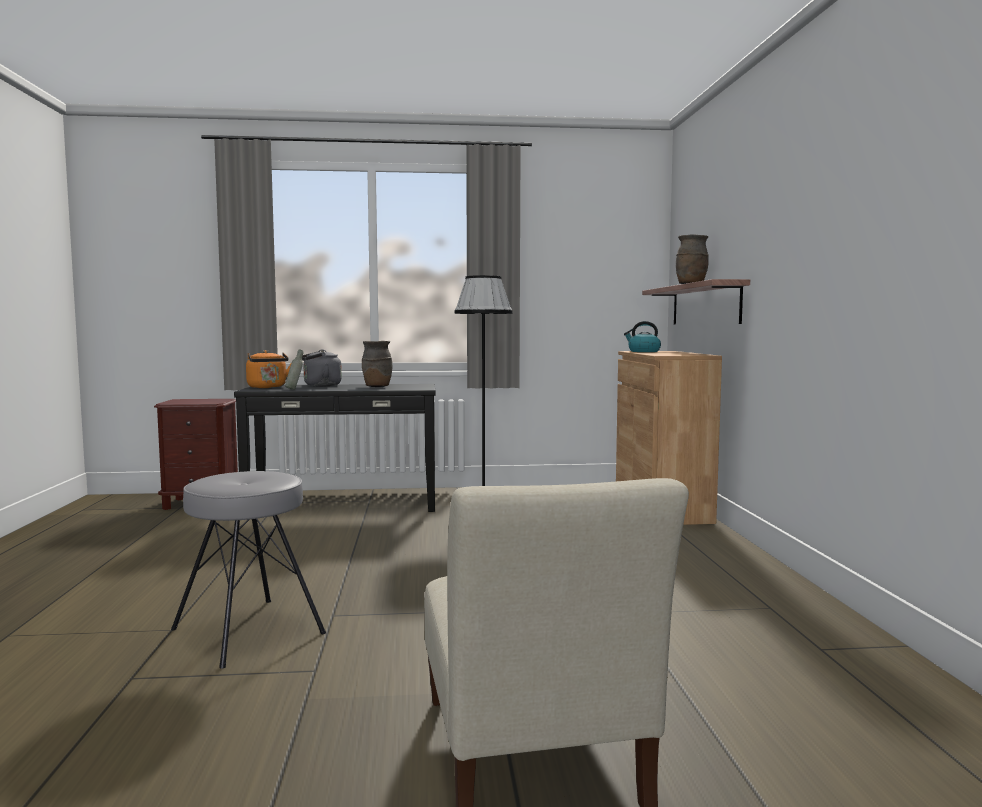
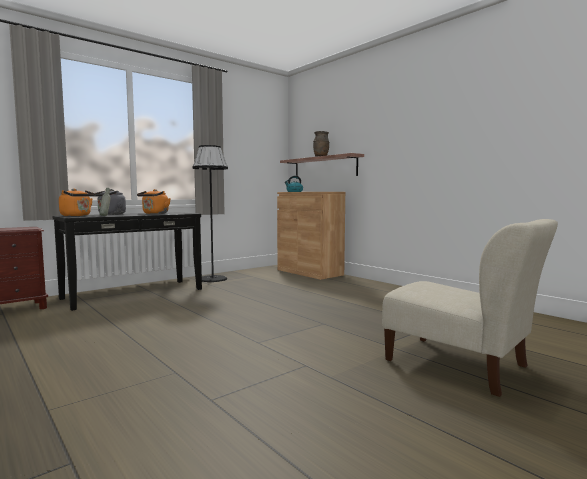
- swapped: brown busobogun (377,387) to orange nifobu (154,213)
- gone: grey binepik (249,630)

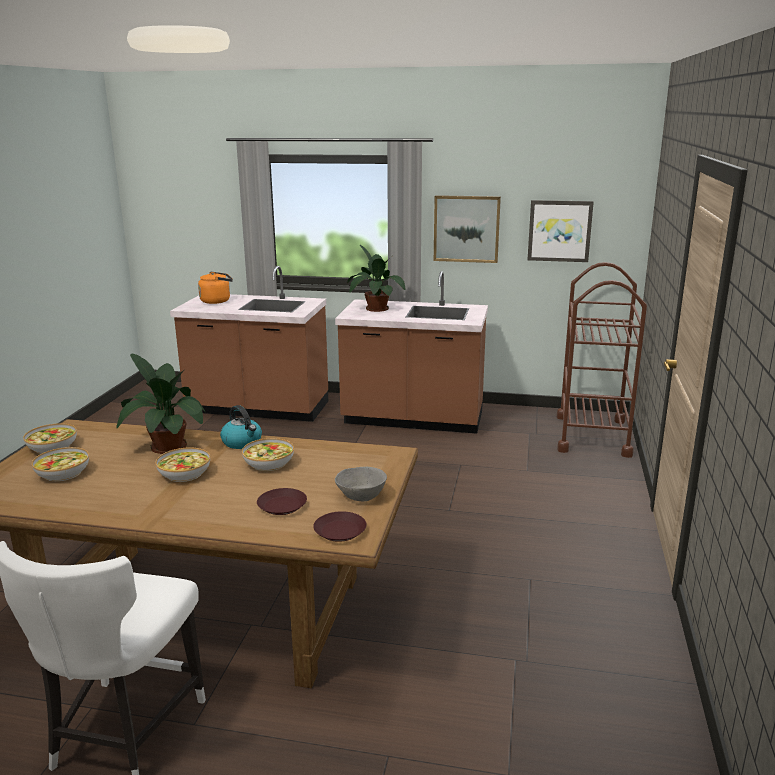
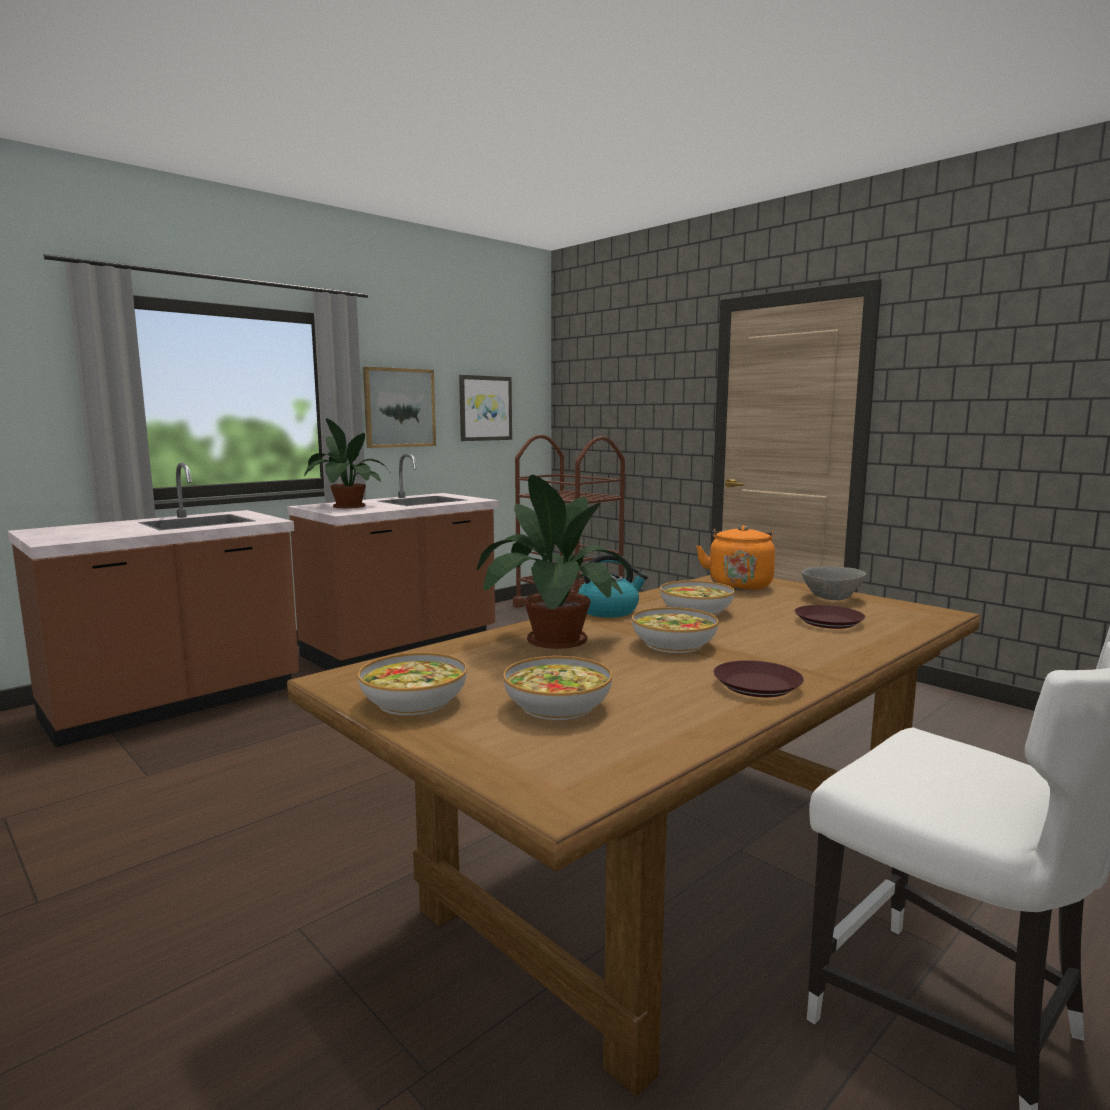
- shifted: orange nifobu (217,301) to (739,584)
- shifted: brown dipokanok (340,531) to (757,685)

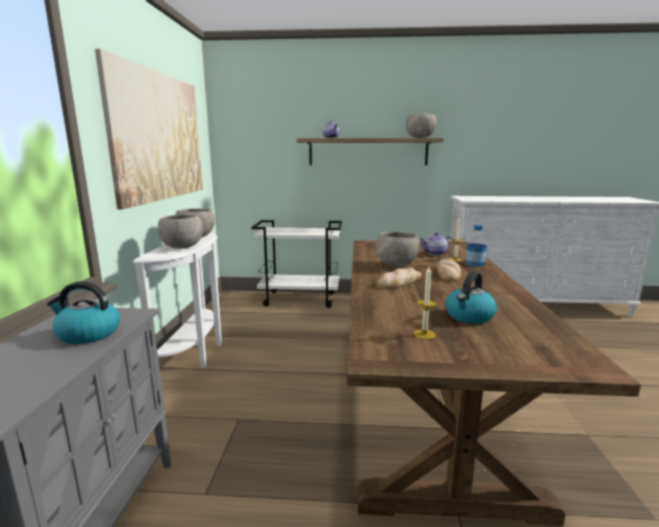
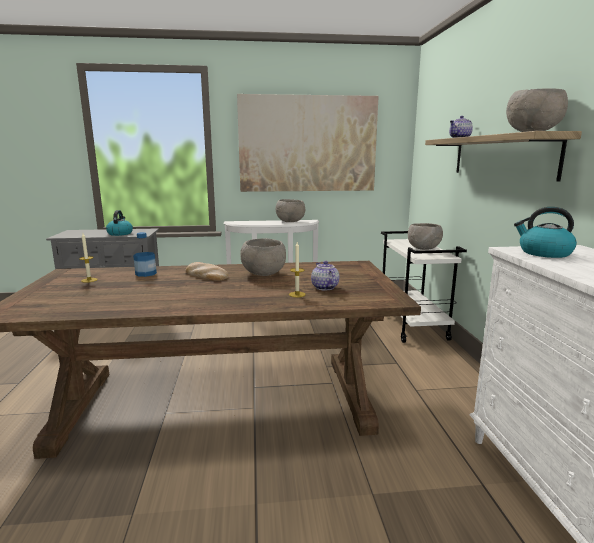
- shifted: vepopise (474,264) to (146,273)
- shifted: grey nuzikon (182,247) to (424,249)
- shifted: nifobu (469,316) to (544,253)
- gone: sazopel (448,273)

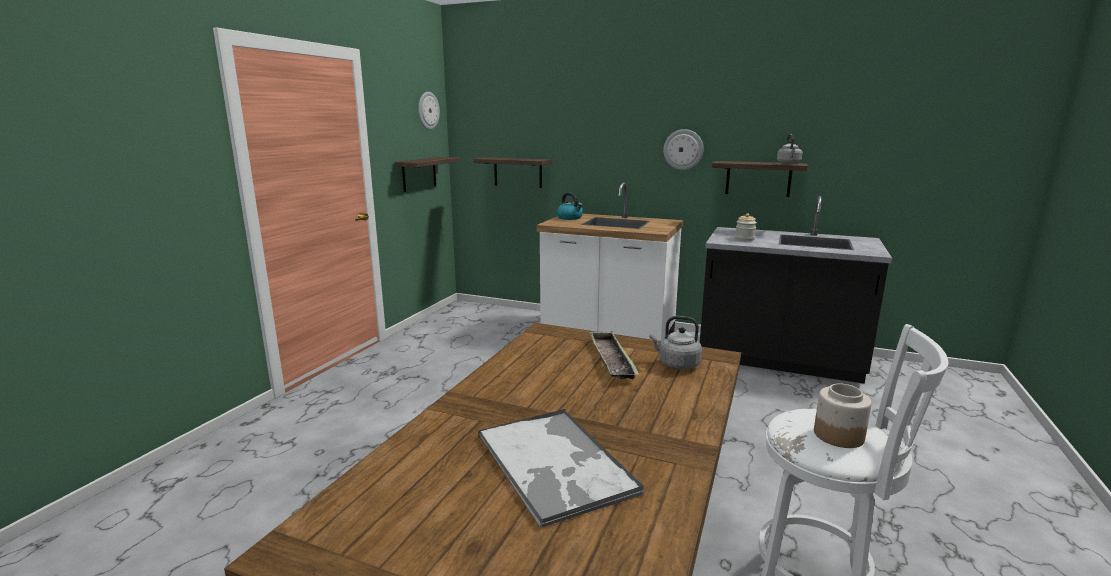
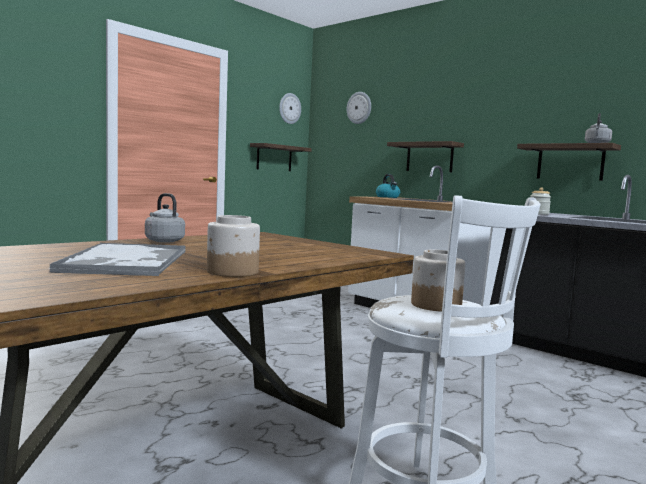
- shifted: grey nifobu (676,364) to (163,241)
- new: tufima (232,272)
- shifted: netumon (683,149) to (359,108)
- shifted: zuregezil (518,172) to (429,157)
- gone: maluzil (611,359)

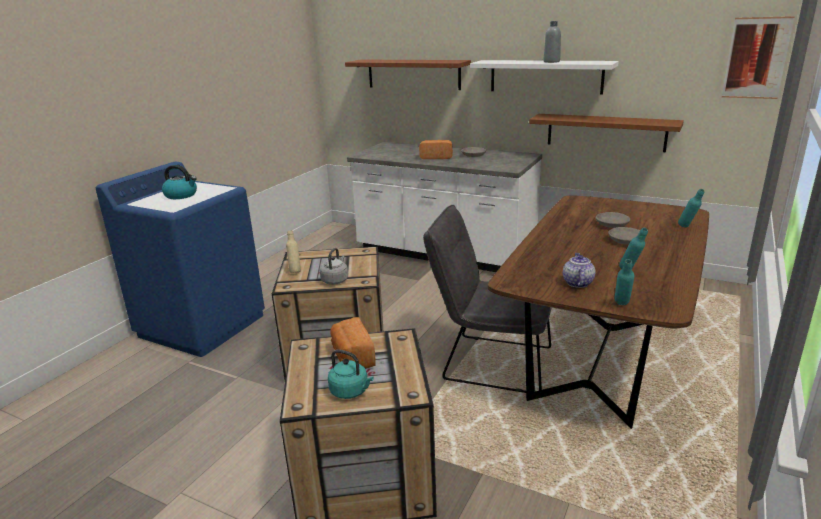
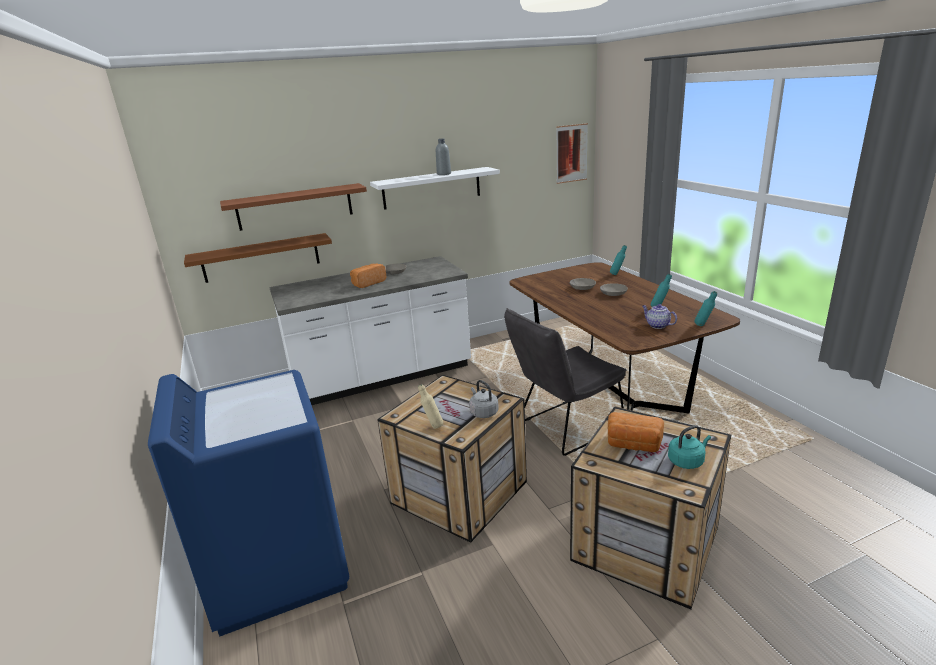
- shifted: brown zuregezil (605,132) to (261,258)
- gone: nifobu (181,195)

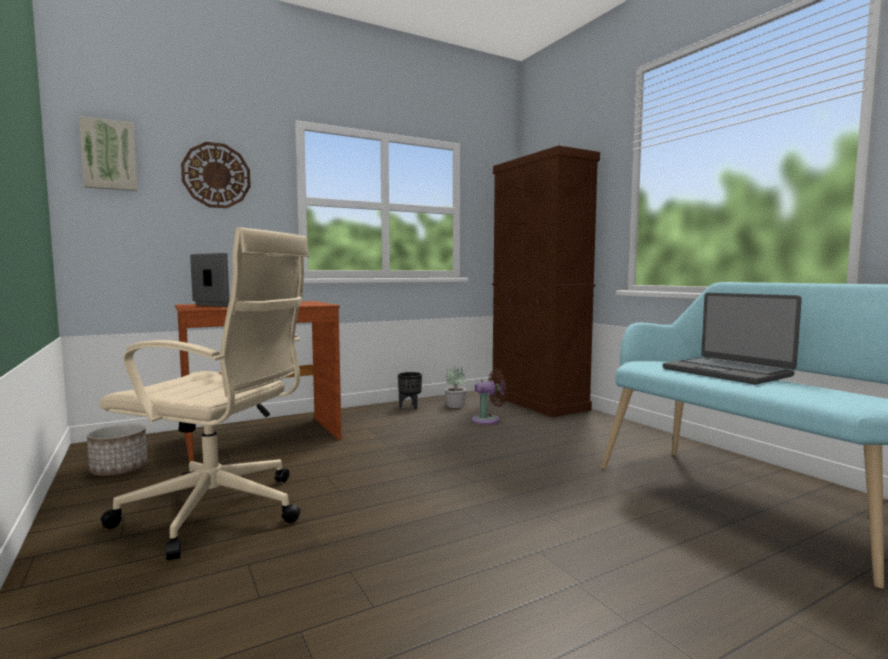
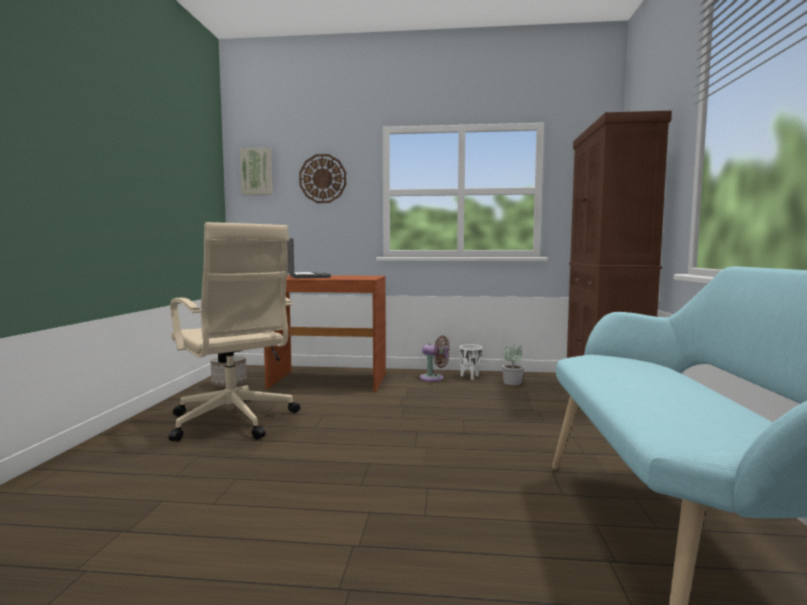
- shifted: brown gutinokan (488,420) to (434,378)
- repainted: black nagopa (410,407) to white nagopa (470,377)
- gone: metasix (727,372)

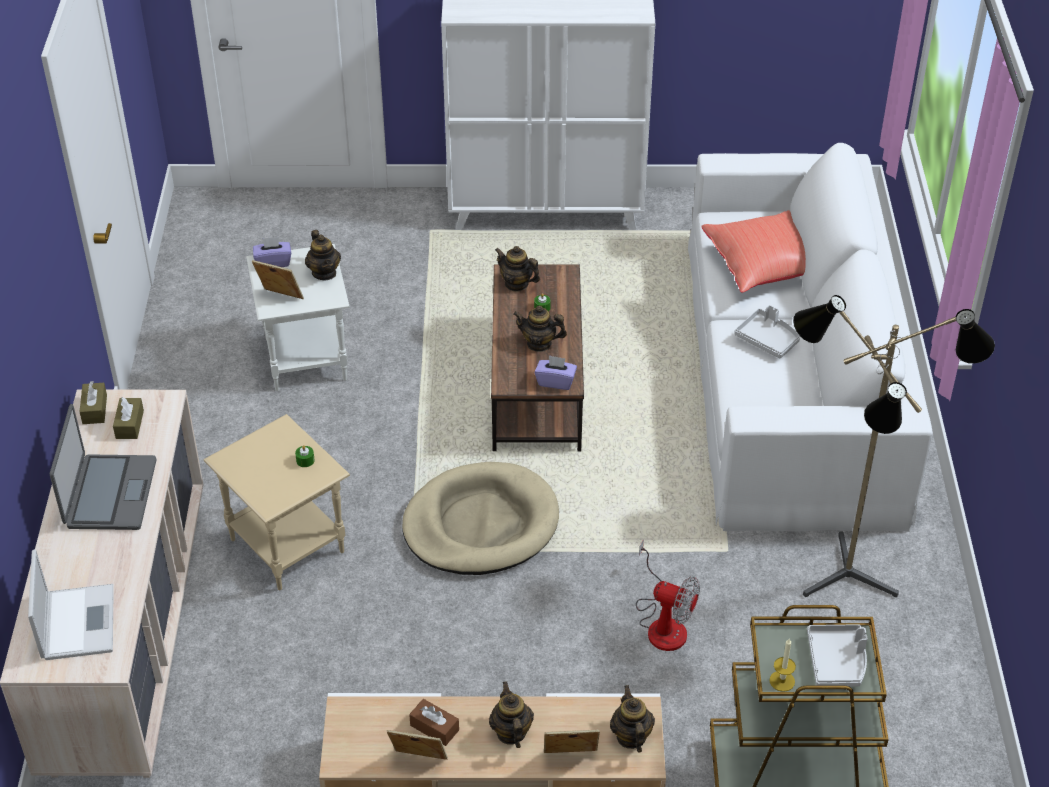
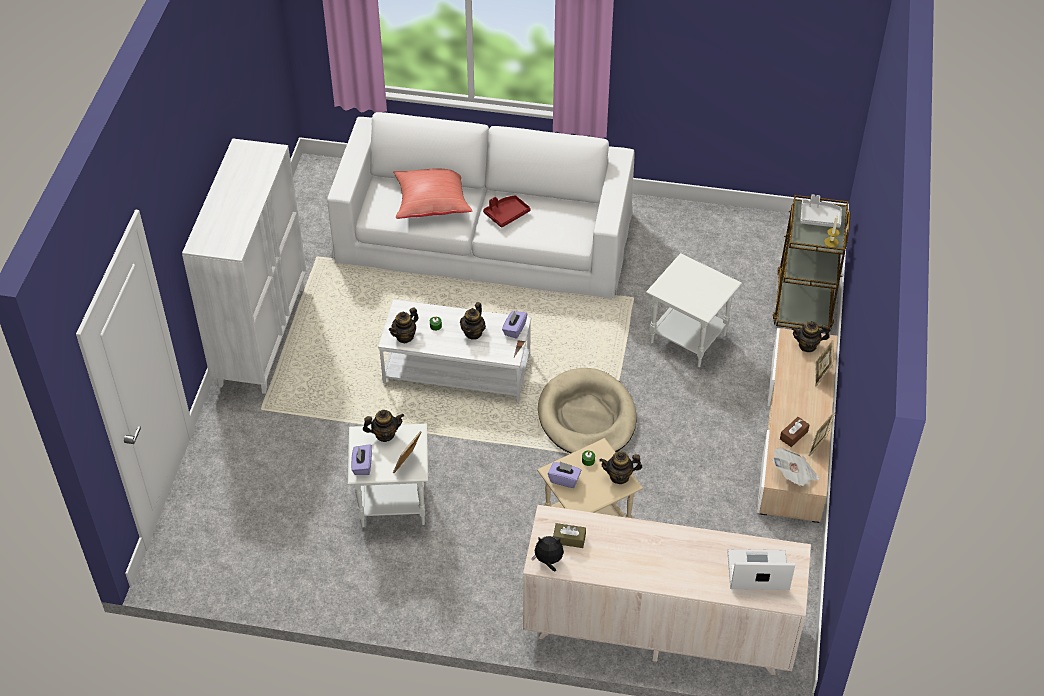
- repainted: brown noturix (537,384) to white noturix (457,368)
- repainted: grey maluzil (768,339) to red maluzil (506,214)
- swapped: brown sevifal (94,409) to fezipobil (548,561)
- new: purple sevifal (564,479)
- shifted: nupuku (511,732) to (619,476)
- swapped: gutinokan (663,623) to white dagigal (687,338)
- new: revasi (794,475)
- gone: metasix (109,494)
- gone: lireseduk (844,583)

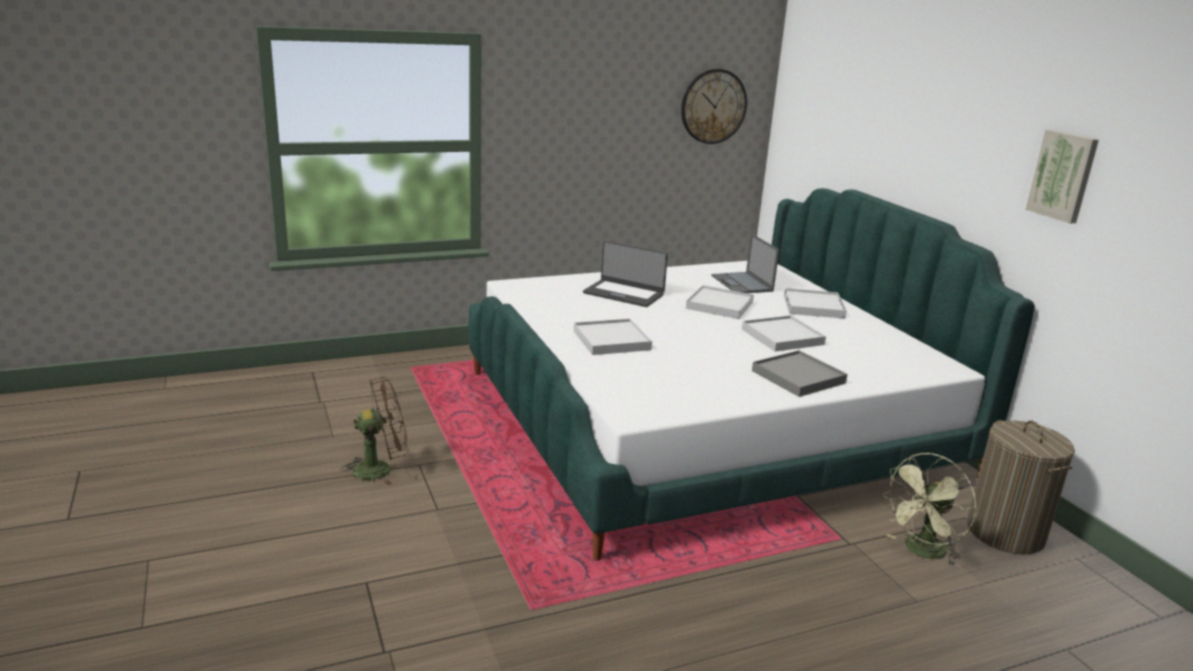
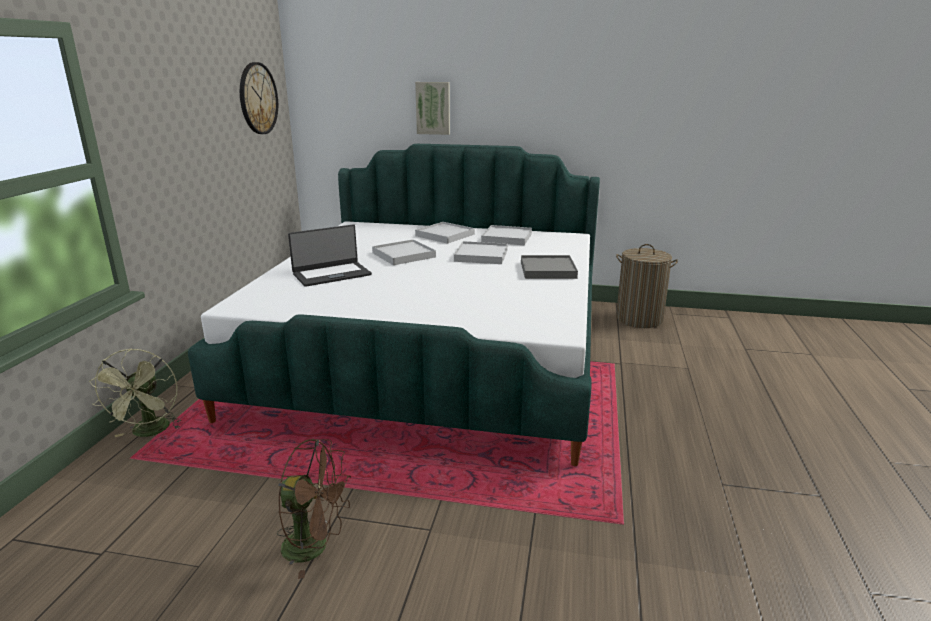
- shifted: green gutinokan (921,552) to (149,432)
- rotated: brown gutinokan (380,468) = (315,547) 90 degrees clockwise
- shifted: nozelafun (1063,175) to (433,108)
- shifted: white maluzil (612,340) to (507,238)
- gone: metasix (742,283)

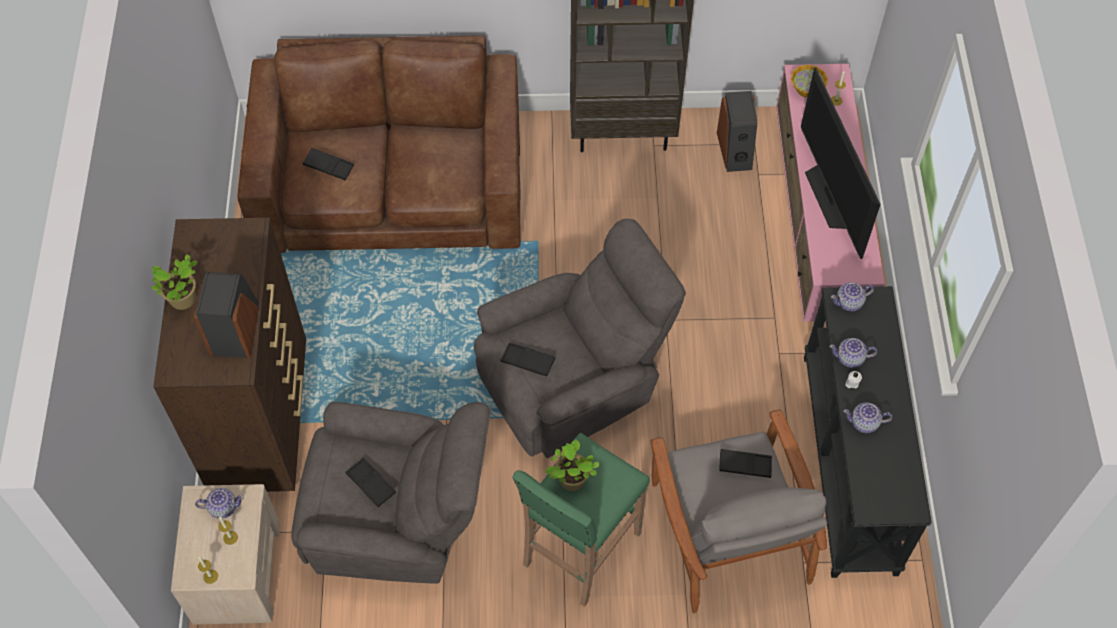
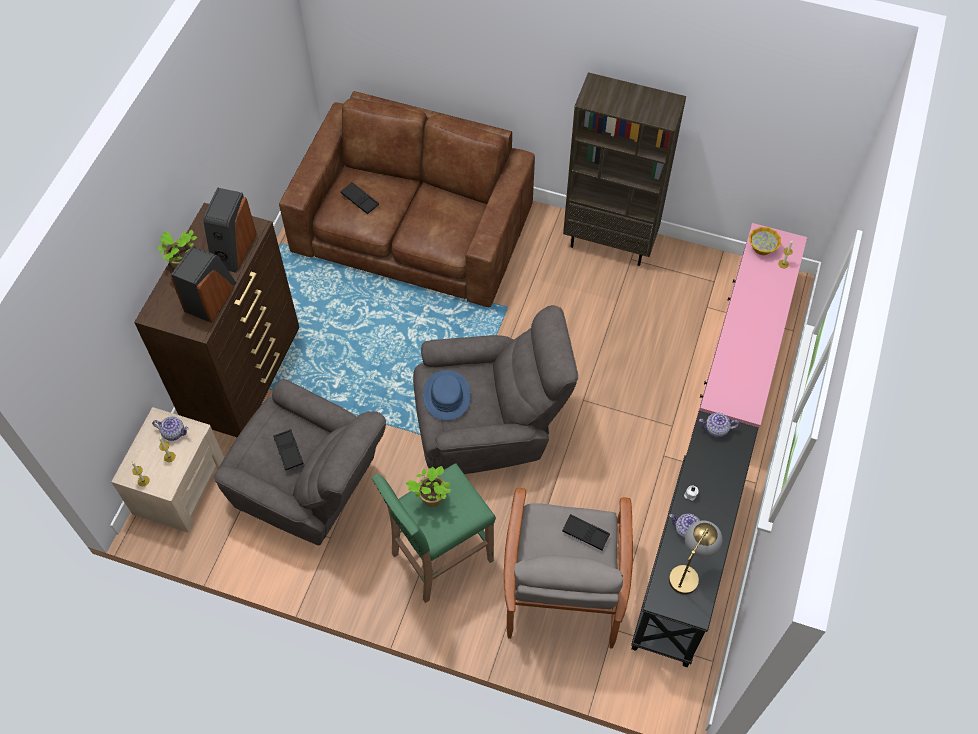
- shifted: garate (735,150) to (233,249)
- swapped: black maluzil (528,361) to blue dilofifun (446,396)
- new: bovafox (688,571)
- gone: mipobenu (831,197)
- gone: nupuku (850,358)

